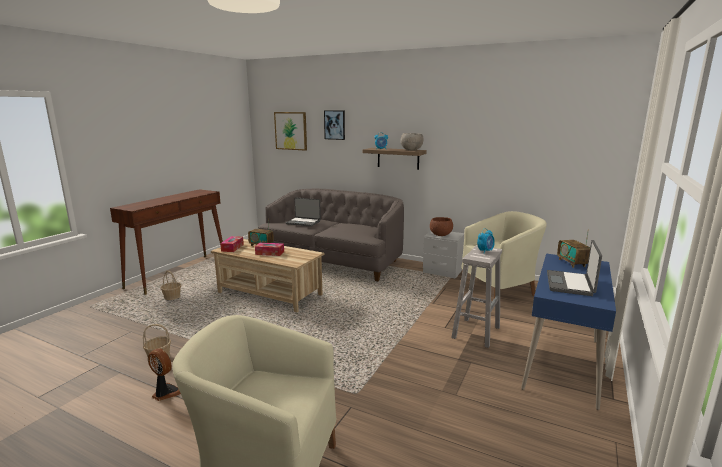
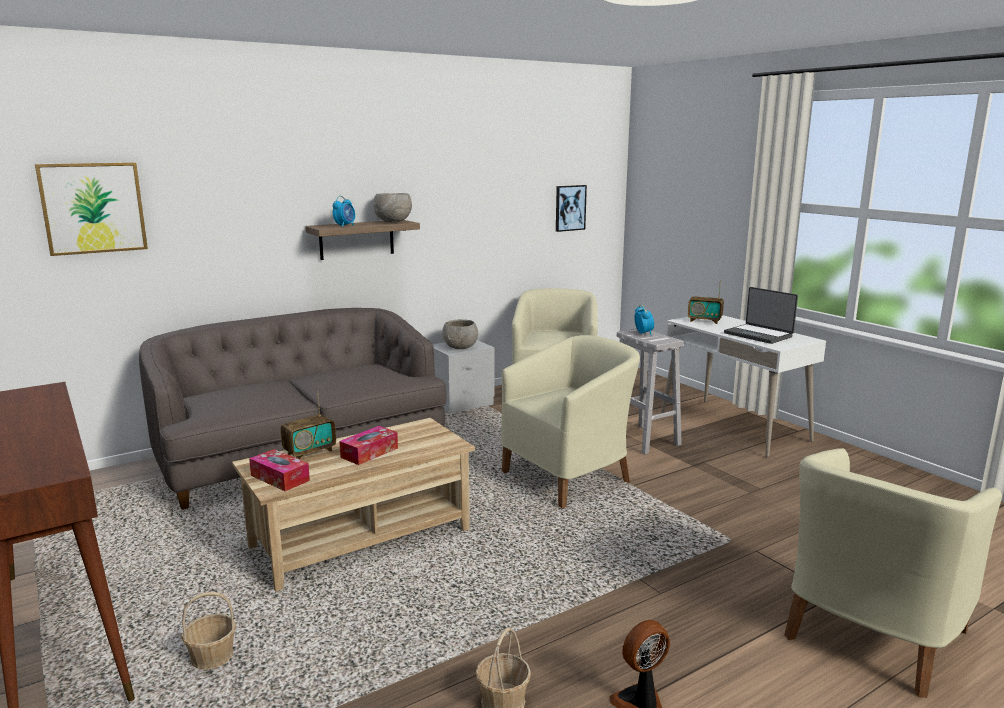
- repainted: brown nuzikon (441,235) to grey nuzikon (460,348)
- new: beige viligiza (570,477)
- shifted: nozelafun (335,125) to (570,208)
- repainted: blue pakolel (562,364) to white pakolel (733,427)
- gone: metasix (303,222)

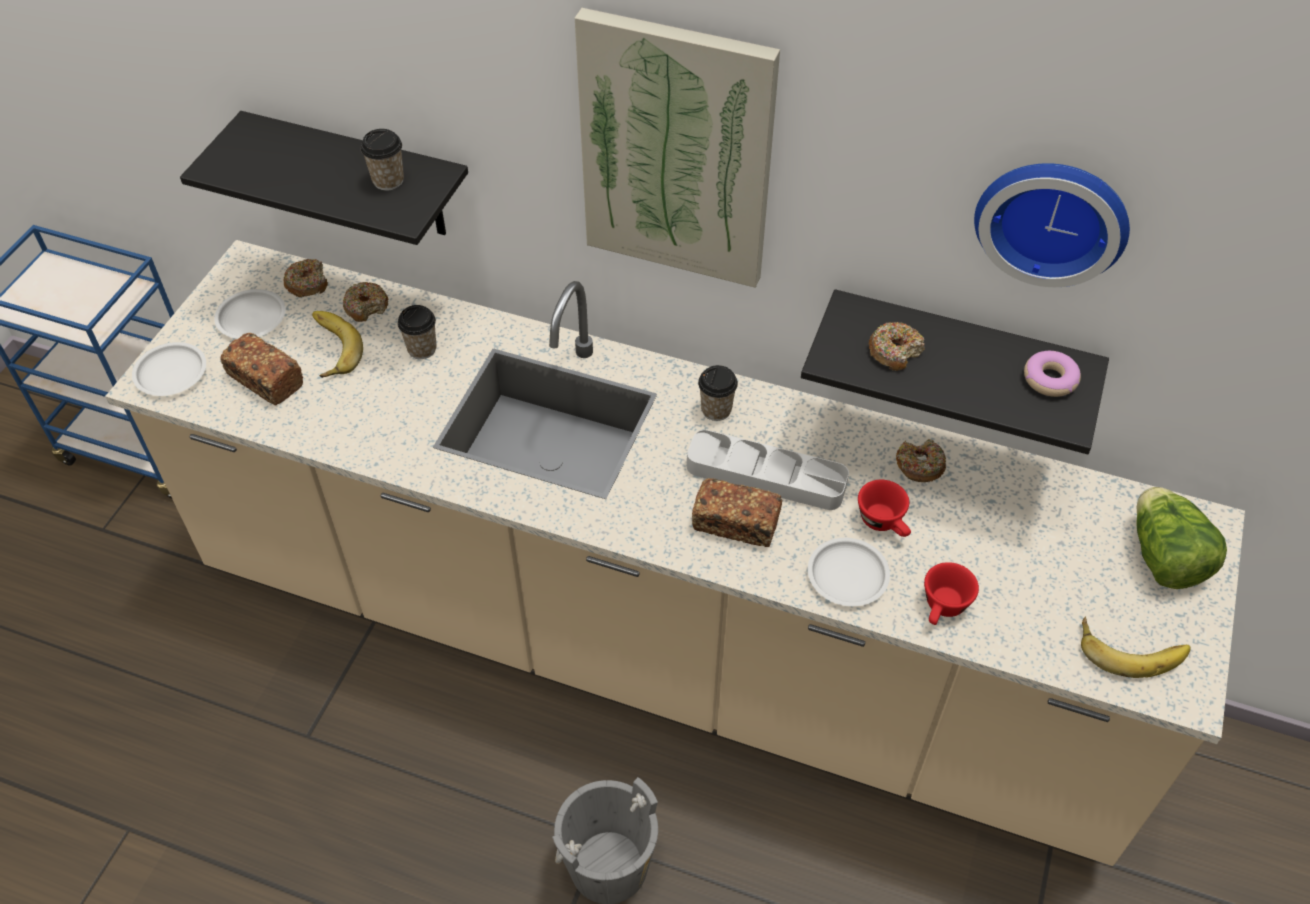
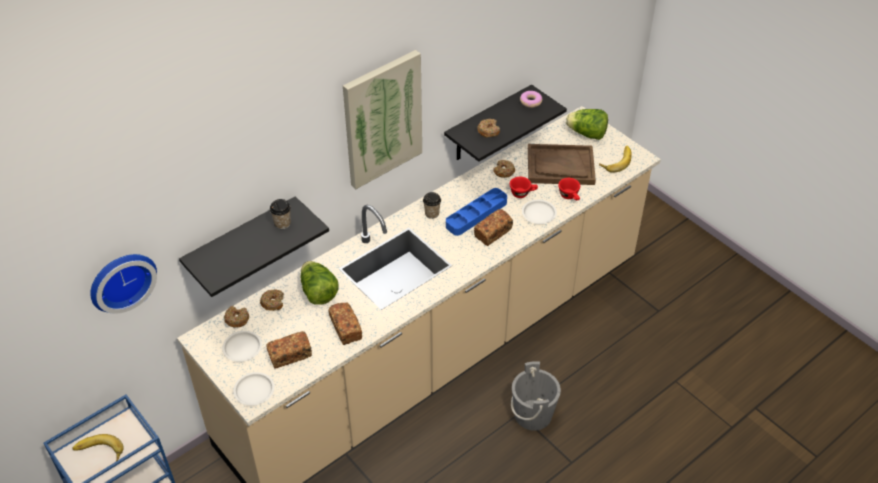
- shifted: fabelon (329,348) to (99,452)
- shifted: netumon (1052,217) to (121,279)
- swapped: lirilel (422,349) to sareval (318,292)
- new: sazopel (346,329)
- repainted: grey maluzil (766,475) to blue maluzil (476,214)
- new: brown maluzil (560,166)

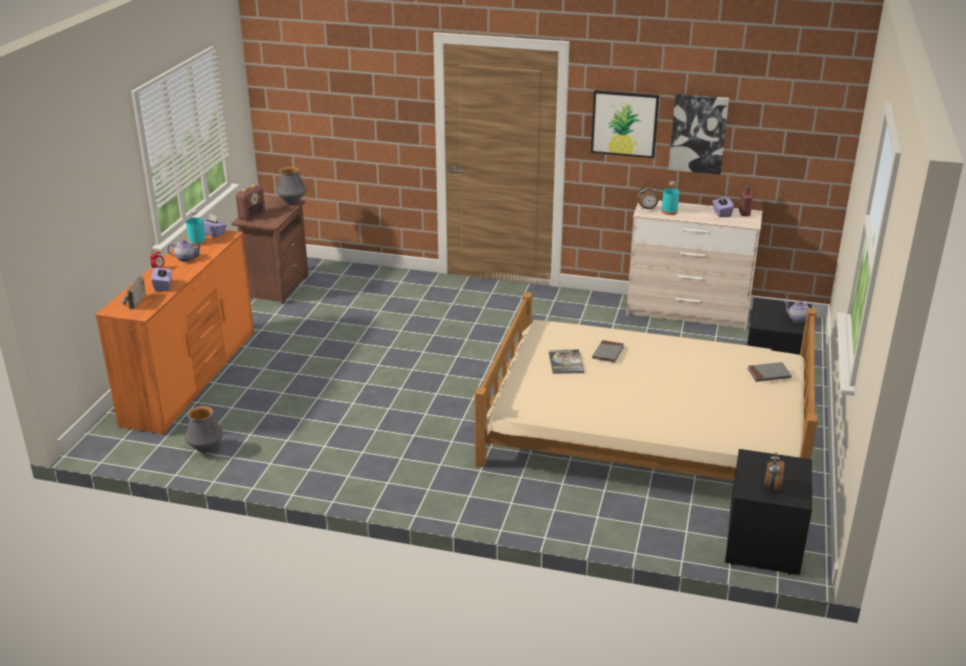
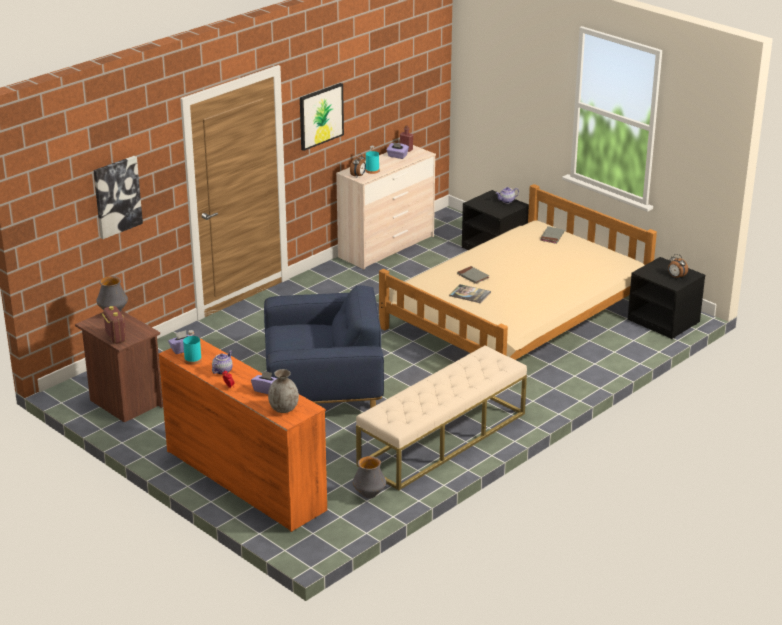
- shifted: nozelafun (698,133) to (117,196)
- new: blue viligiza (323,385)
- swapped: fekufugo (132,302) to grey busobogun (283,409)
- new: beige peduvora (442,439)

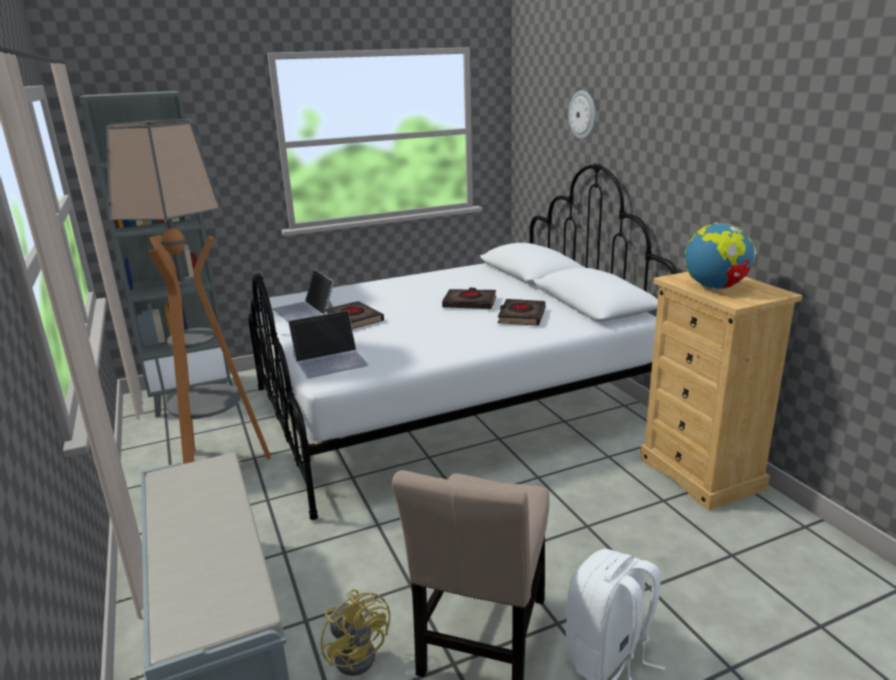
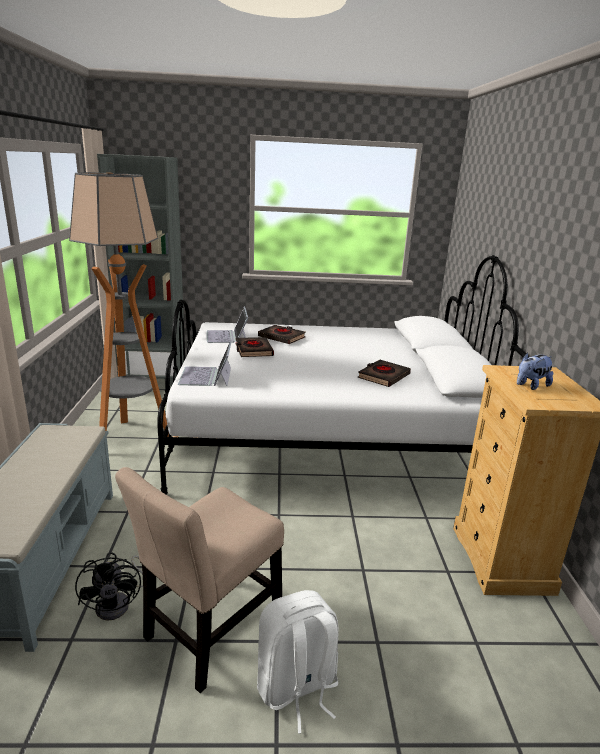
- repainted: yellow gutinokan (358,652) to black gutinokan (119,603)
- rotated: metasix (330,360) = (206,376) 90 degrees clockwise
- shifted: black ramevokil (470,303) to (282,337)
- swapped: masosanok (715,288) to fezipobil (531,386)
- gone: netumon (583,115)

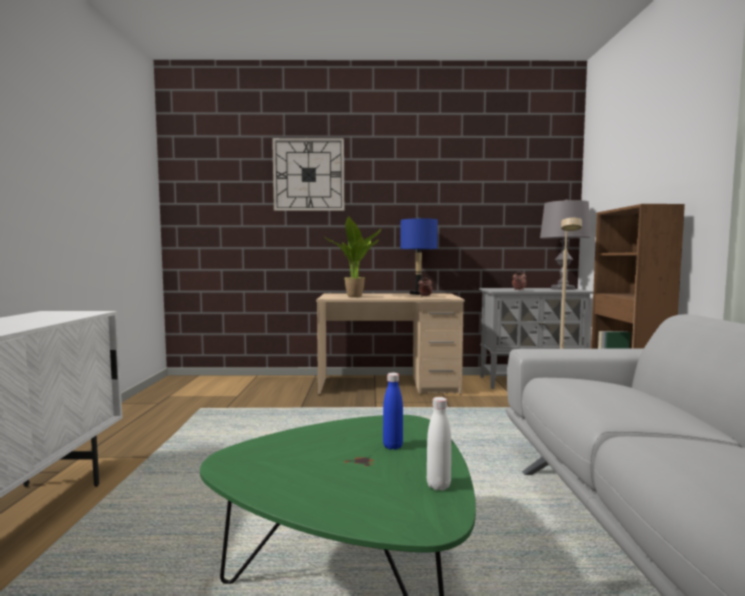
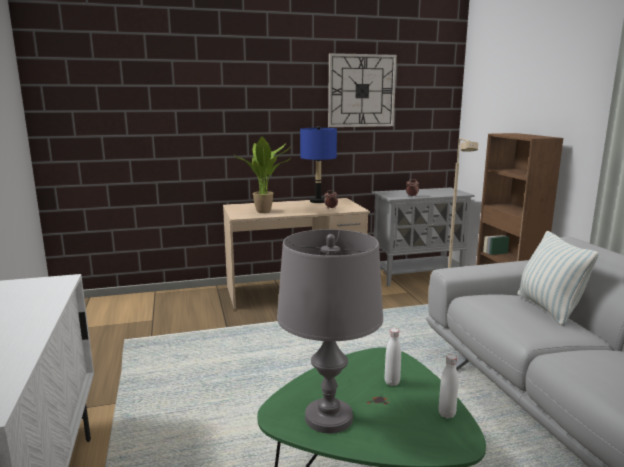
- shifted: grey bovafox (562,289) to (328,417)
- shifted: netumon (309,175) to (361,91)
- repainted: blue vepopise (392,446) to white vepopise (392,382)
- new: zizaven (548,309)

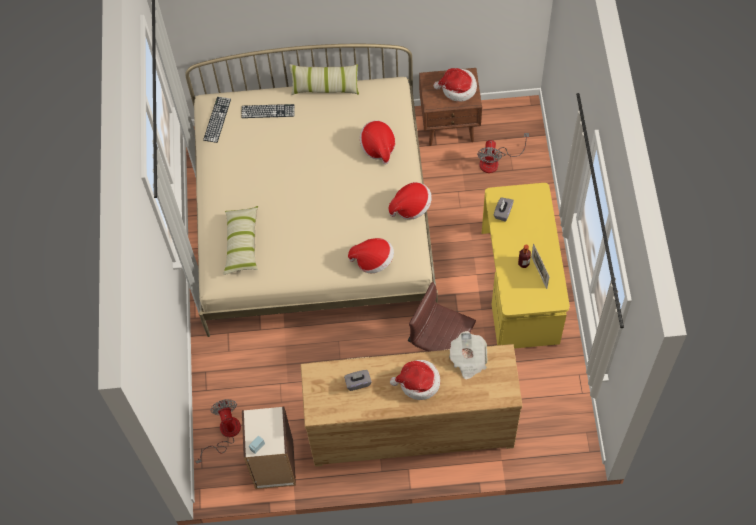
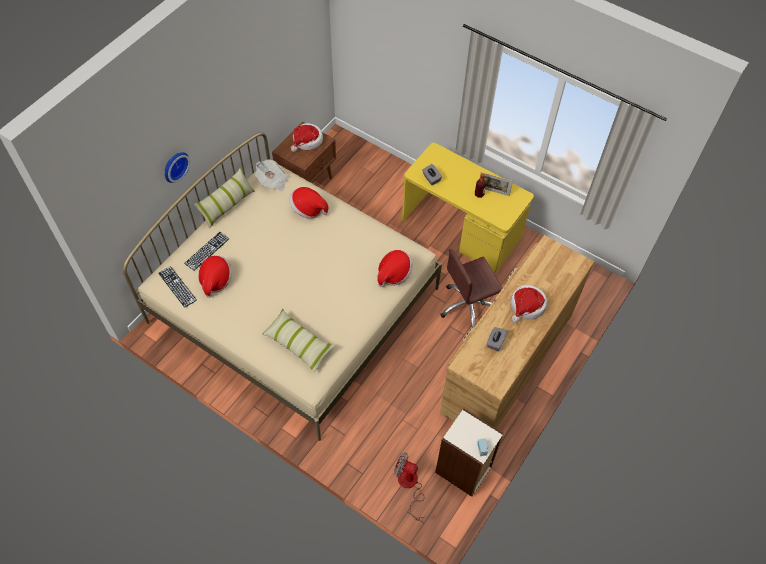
- new: netumon (174,166)
- shifted: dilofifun (411,207) to (216,280)
- shifted: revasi (468,360) to (272,181)
- gone: gutinokan (495,161)

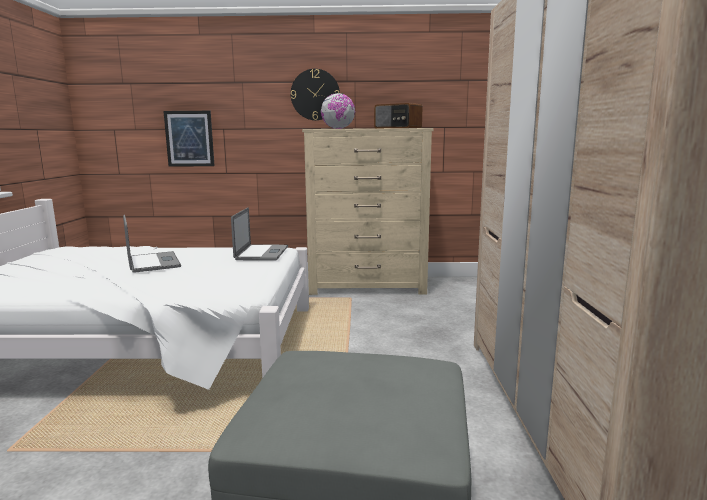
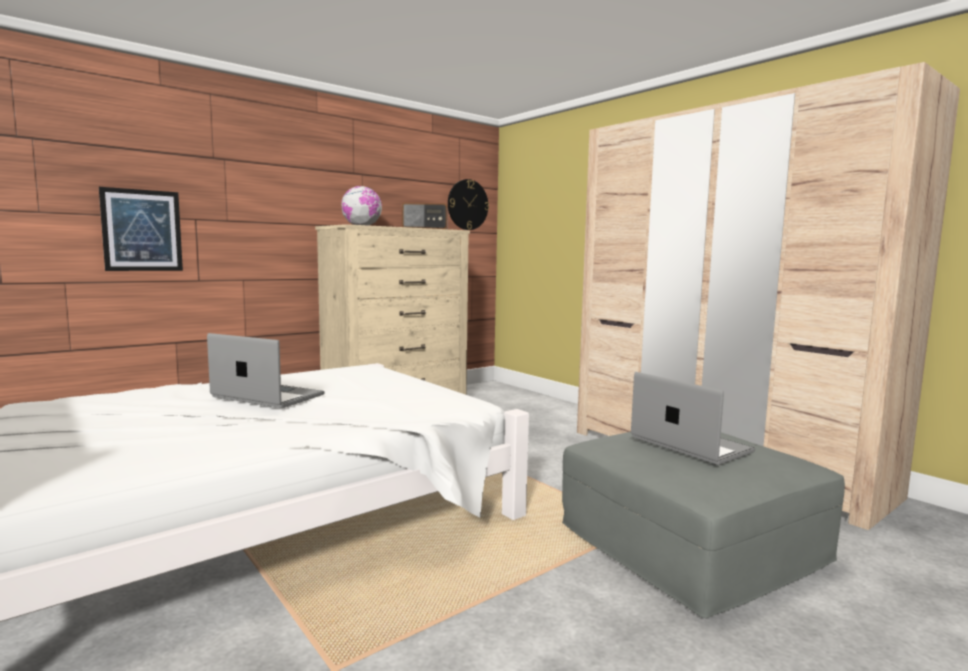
- shifted: netumon (315,94) to (467,204)
- shifted: metasix (262,253) to (690,444)

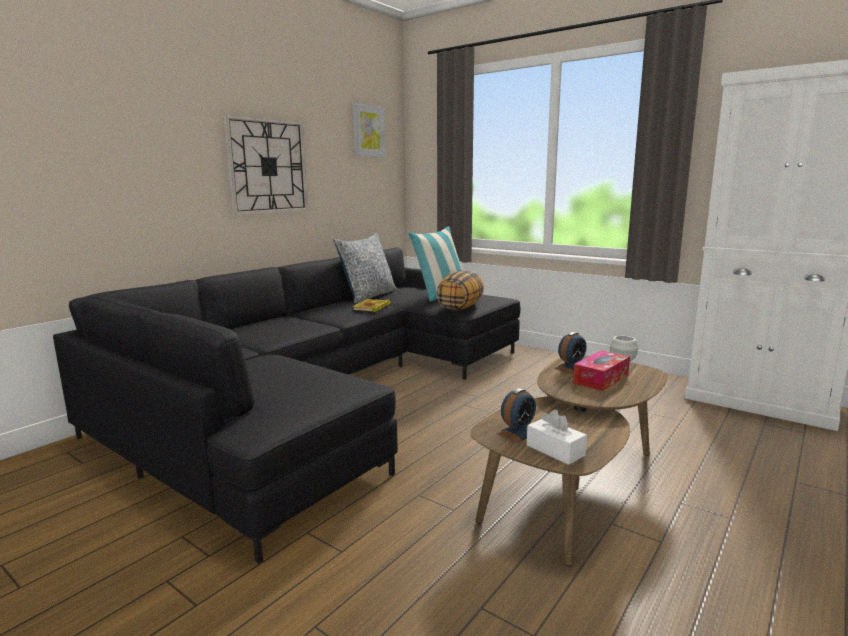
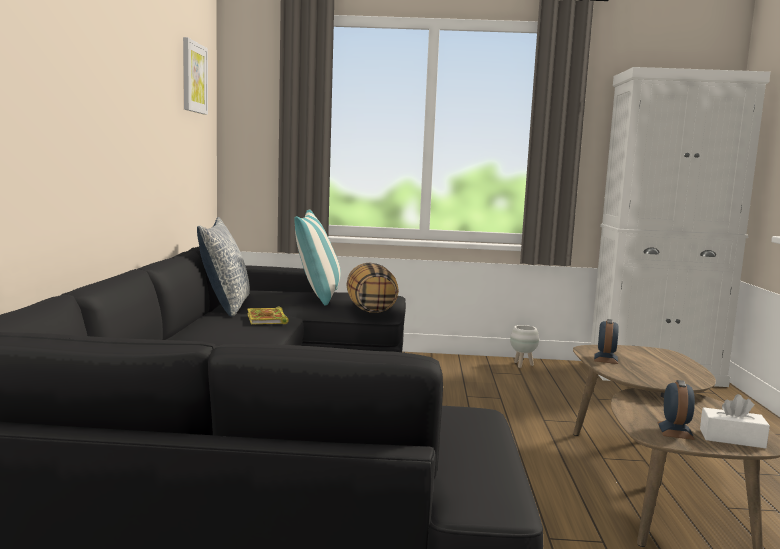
- gone: netumon (268,166)
- gone: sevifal (601,379)

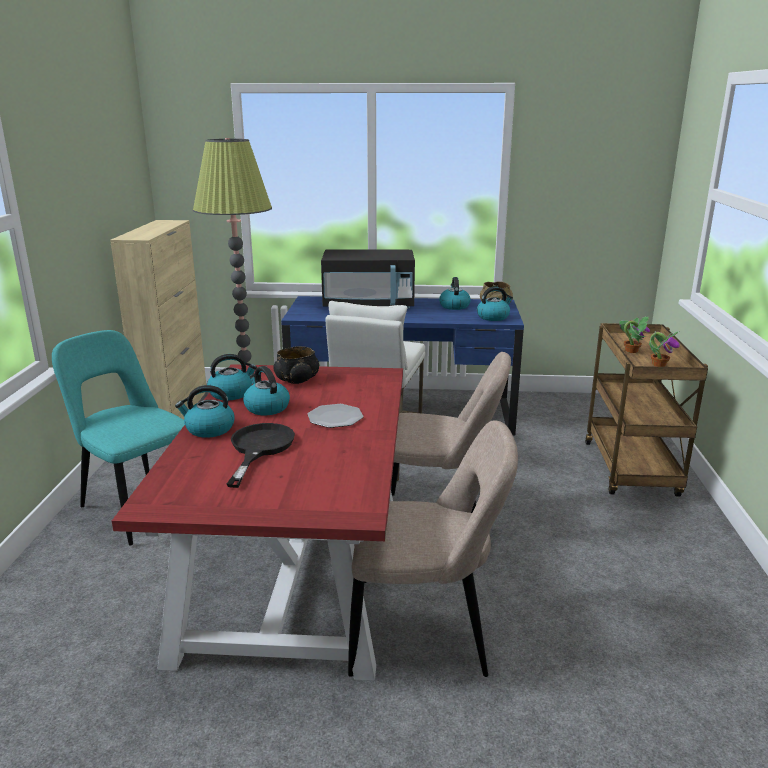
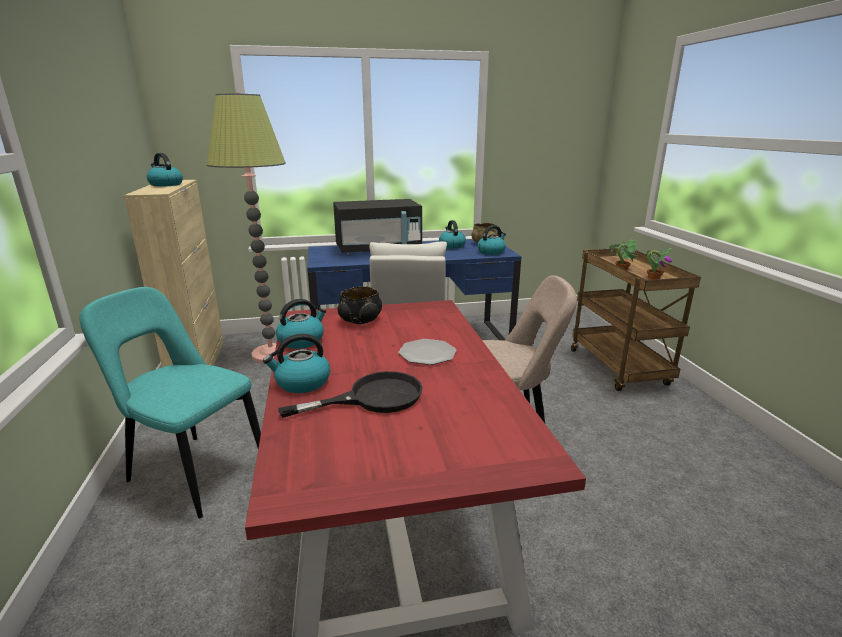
- shifted: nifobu (266,407) to (165,185)
- rotated: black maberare (259,448) = (372,398) 75 degrees clockwise
- gone: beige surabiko (424,638)

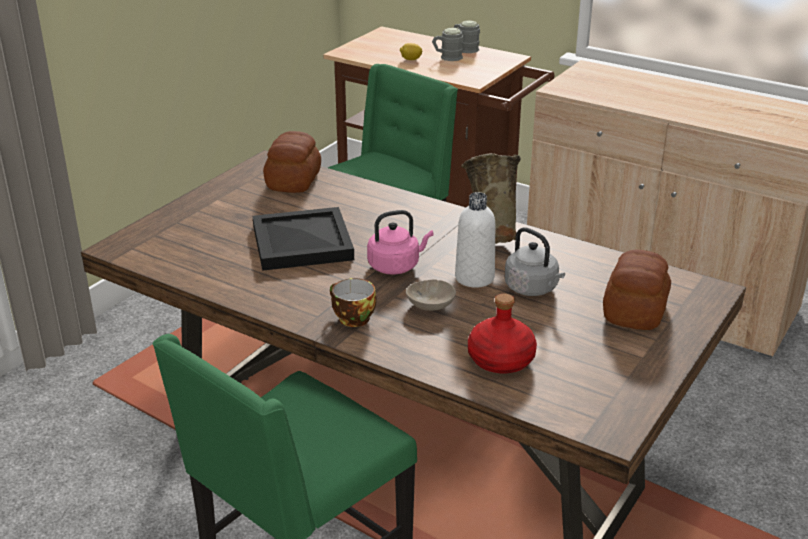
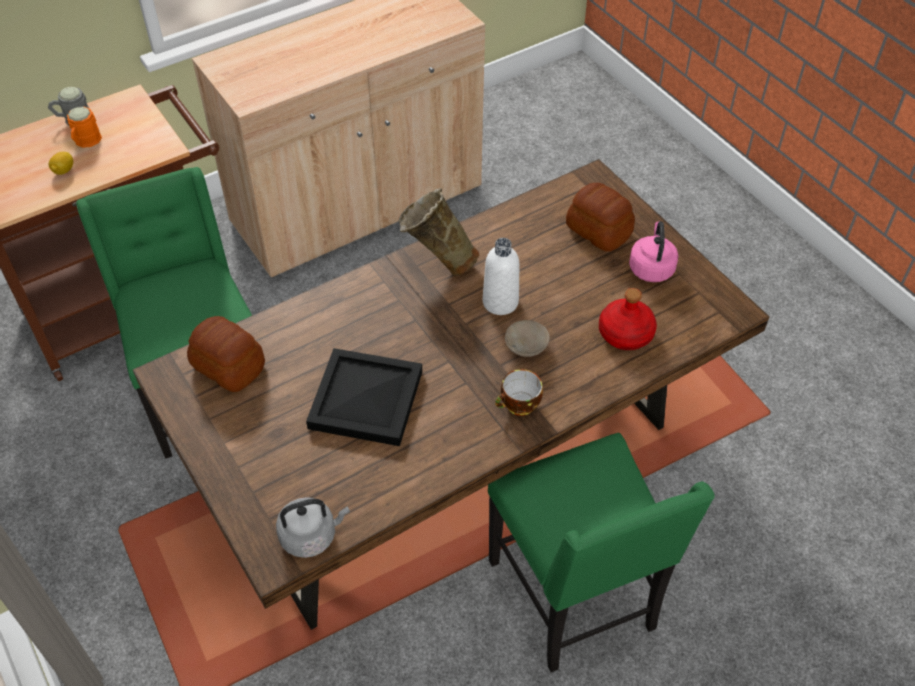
- repainted: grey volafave (447,57) to orange volafave (86,142)
- shifted: grey nifobu (533,289) to (311,536)
- shifted: pink nifobu (396,266) to (651,267)

